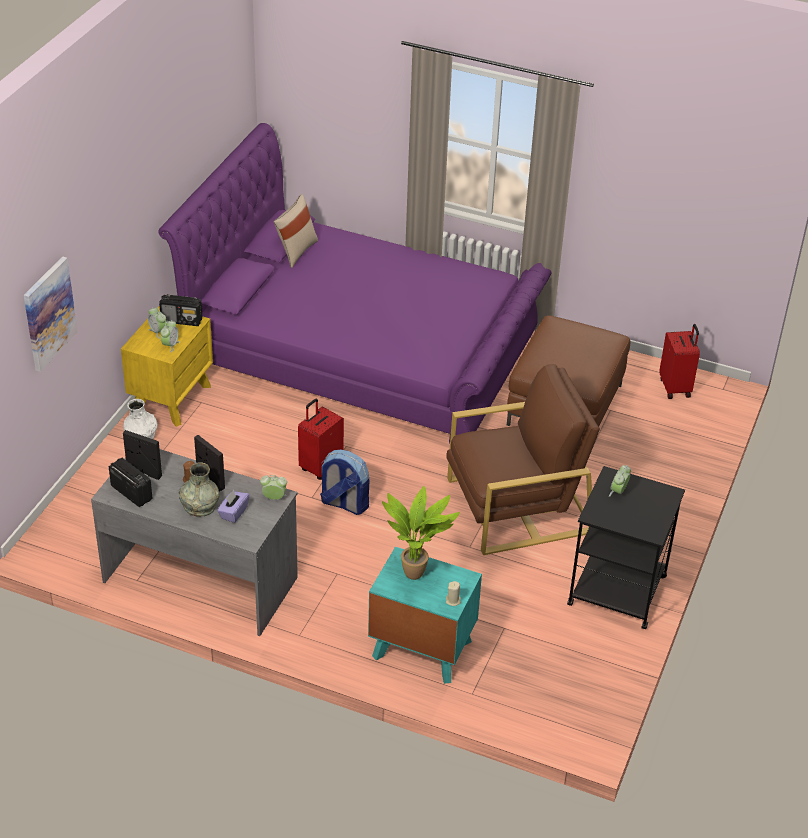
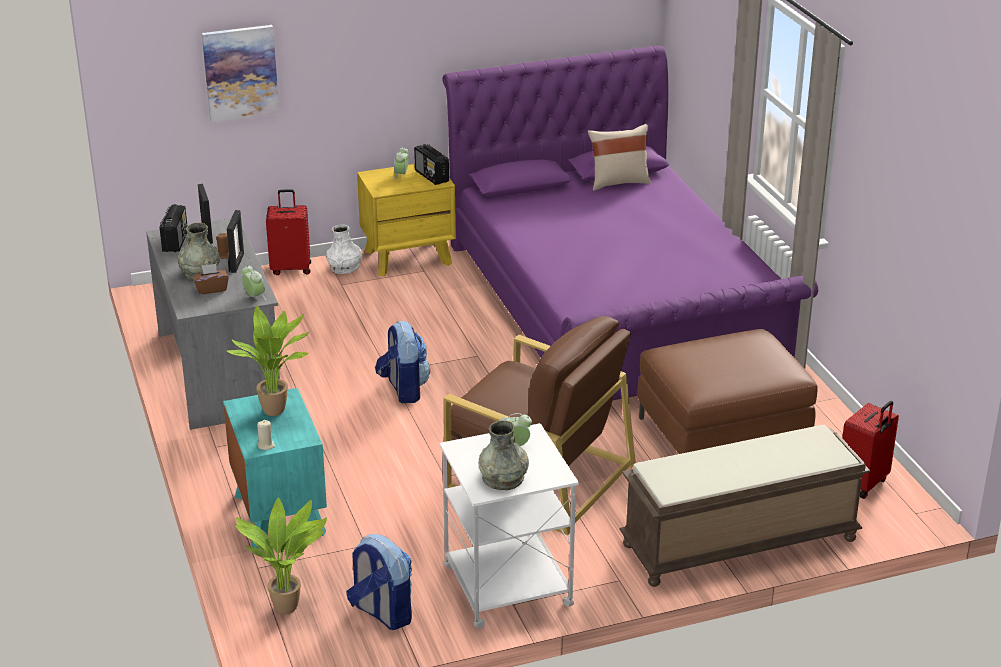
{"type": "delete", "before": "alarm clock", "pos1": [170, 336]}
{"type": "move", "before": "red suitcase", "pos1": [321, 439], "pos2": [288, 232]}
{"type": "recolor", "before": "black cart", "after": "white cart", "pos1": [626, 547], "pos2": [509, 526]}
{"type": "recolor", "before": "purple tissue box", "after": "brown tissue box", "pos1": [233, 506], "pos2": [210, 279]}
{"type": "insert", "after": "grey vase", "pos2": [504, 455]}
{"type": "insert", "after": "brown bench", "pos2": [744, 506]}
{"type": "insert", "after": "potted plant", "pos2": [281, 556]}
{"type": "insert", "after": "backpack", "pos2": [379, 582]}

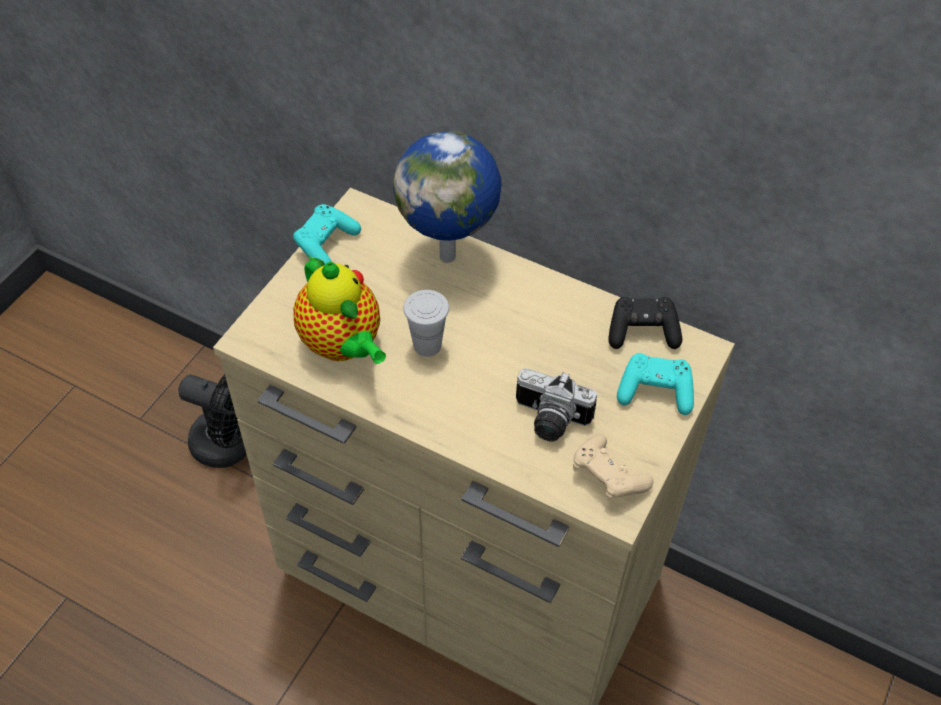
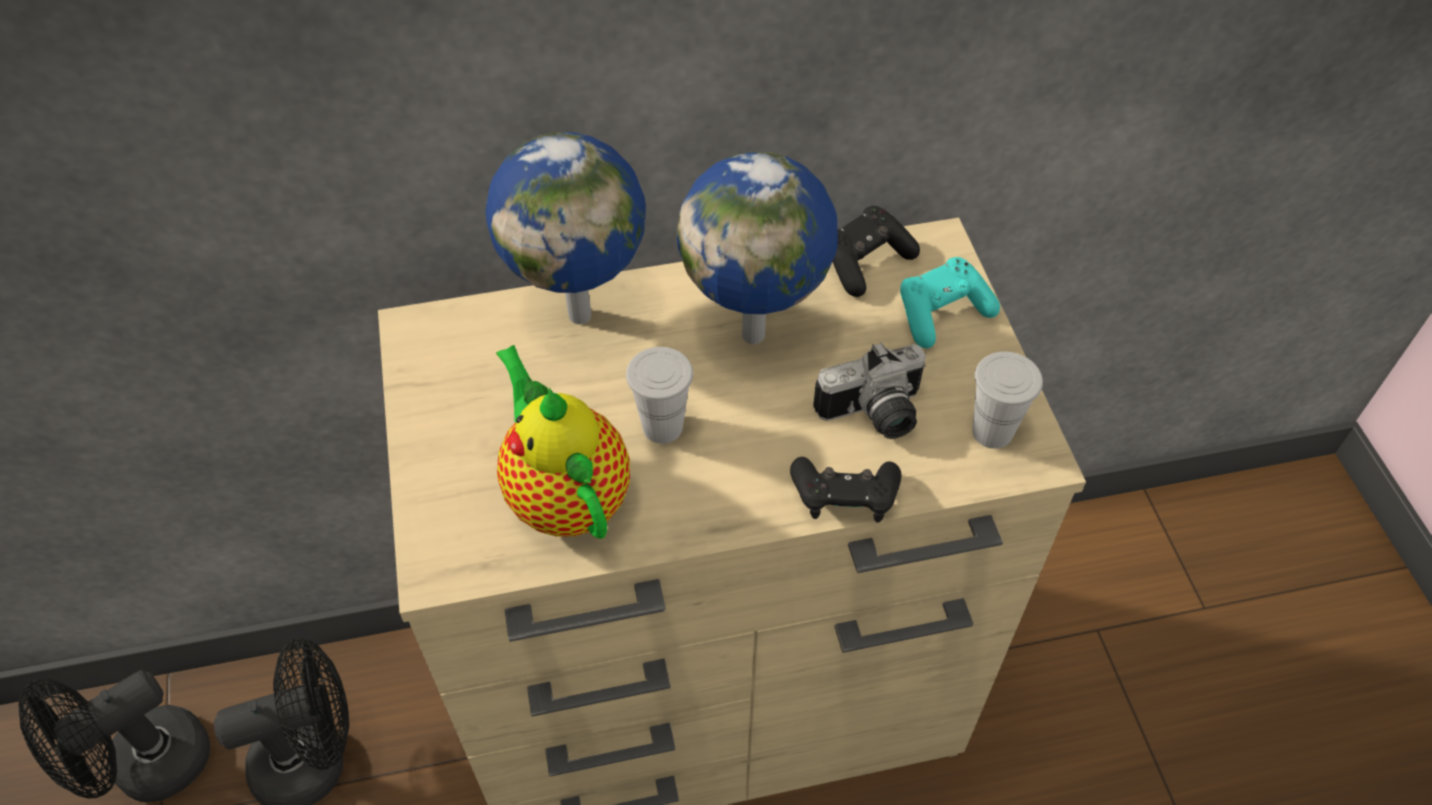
{"type": "delete", "before": "turquoise game controller", "pos1": [327, 234]}
{"type": "rotate", "before": "teapot", "pos1": [339, 309], "pos2": [563, 442], "turn": -135}
{"type": "replace", "before": "beige game controller", "after": "white cup", "pos1": [613, 467], "pos2": [1007, 400]}
{"type": "insert", "after": "globe", "pos2": [757, 247]}
{"type": "insert", "after": "black game controller", "pos2": [846, 490]}
{"type": "insert", "after": "black fan", "pos2": [114, 736]}

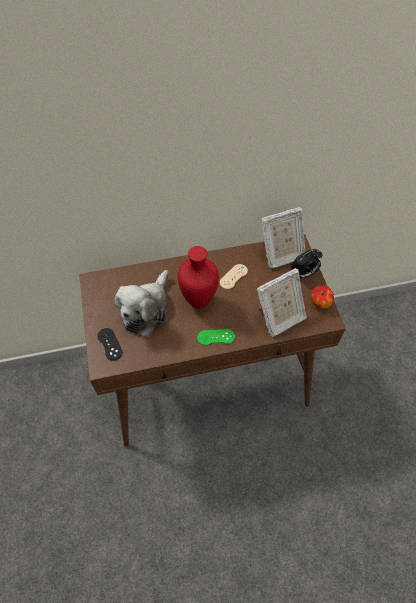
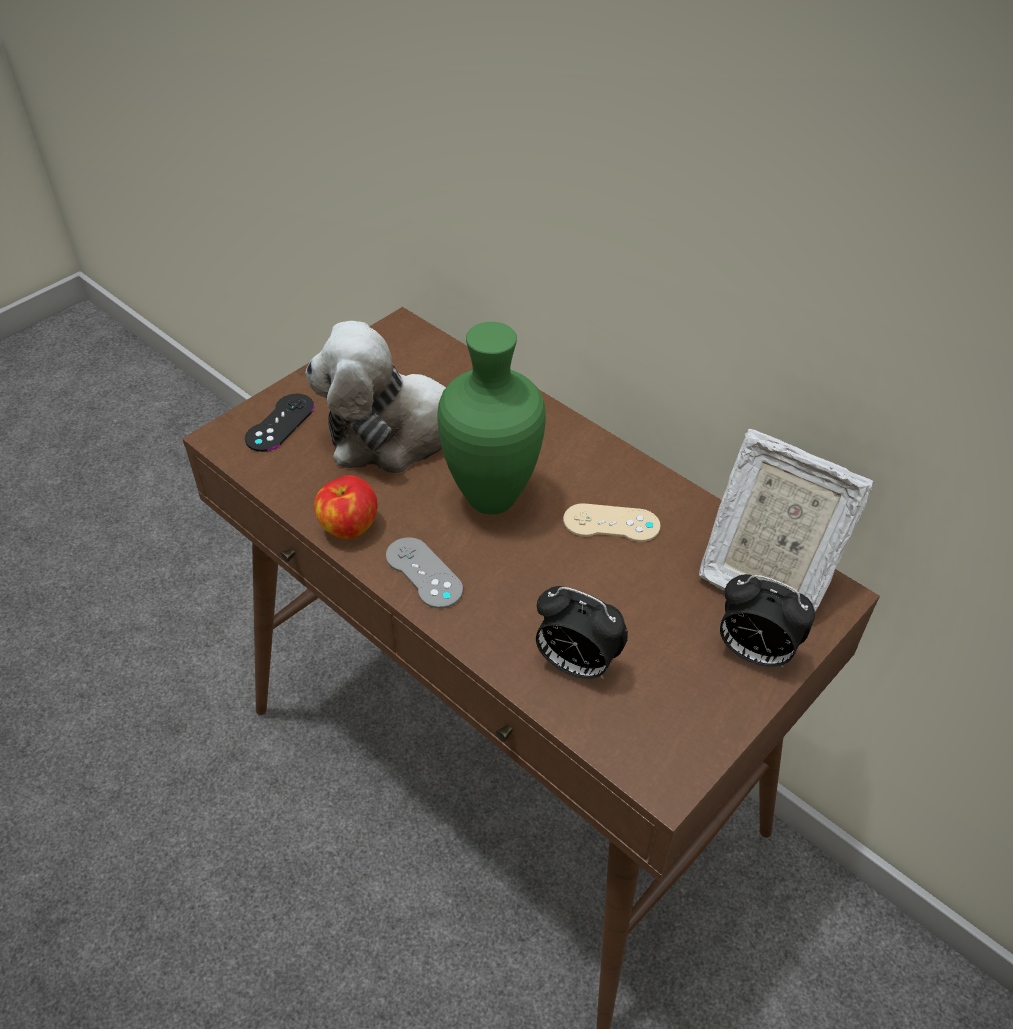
{"type": "recolor", "before": "red vase", "after": "green vase", "pos1": [198, 277], "pos2": [491, 418]}
{"type": "replace", "before": "picture frame", "after": "alarm clock", "pos1": [282, 302], "pos2": [582, 632]}
{"type": "move", "before": "apple", "pos1": [322, 297], "pos2": [346, 507]}
{"type": "recolor", "before": "green game controller", "after": "grey game controller", "pos1": [216, 337], "pos2": [424, 573]}

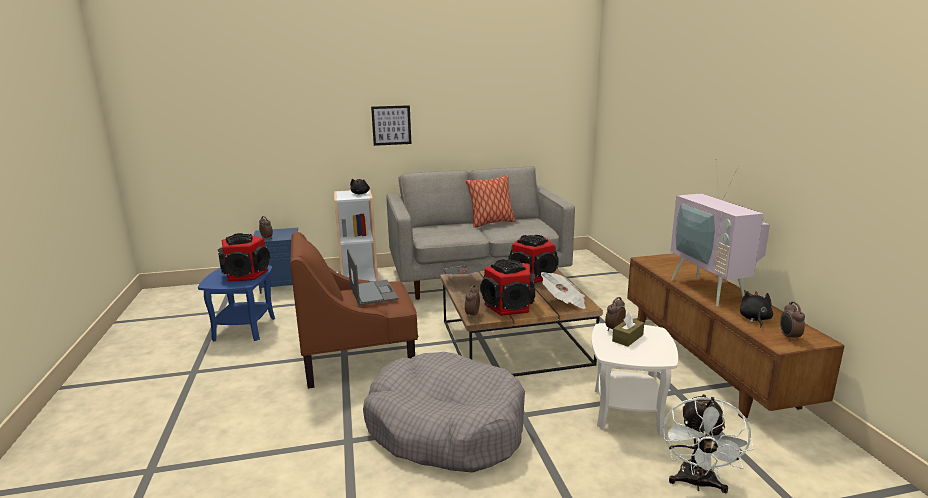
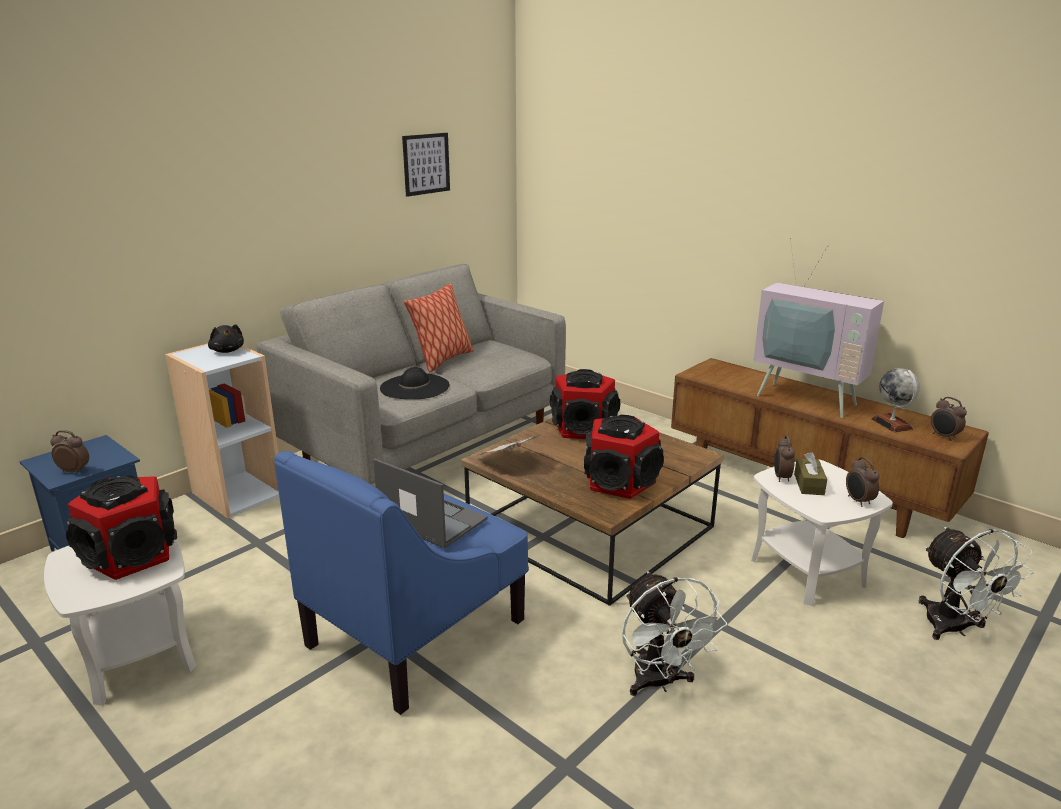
{"type": "move", "before": "picture", "pos1": [391, 125], "pos2": [426, 165]}
{"type": "recolor", "before": "brown armchair", "after": "blue armchair", "pos1": [354, 310], "pos2": [401, 583]}
{"type": "recolor", "before": "blue side table", "after": "white side table", "pos1": [236, 303], "pos2": [120, 623]}
{"type": "delete", "before": "newspaper", "pos1": [563, 290]}
{"type": "move", "before": "alarm clock", "pos1": [472, 301], "pos2": [862, 482]}
{"type": "replace", "before": "black plush toy", "after": "globe", "pos1": [756, 309], "pos2": [895, 400]}
{"type": "replace", "before": "grey dog bed", "after": "white fan", "pos1": [444, 412], "pos2": [674, 633]}
{"type": "insert", "after": "black hat", "pos2": [415, 383]}

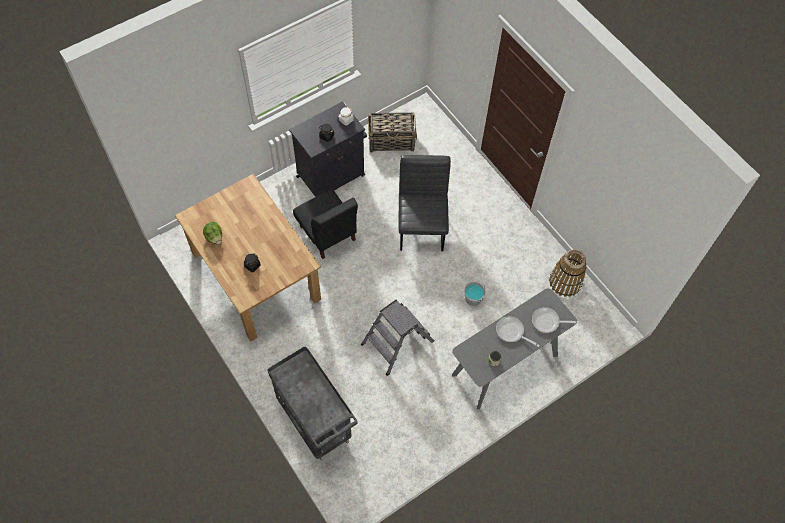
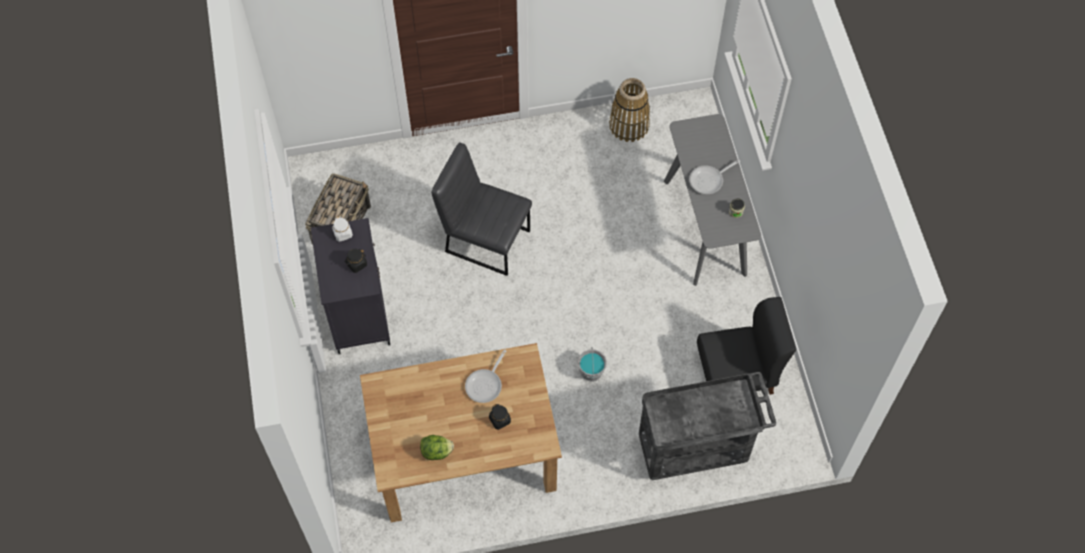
{"type": "move", "before": "black chair", "pos1": [325, 224], "pos2": [746, 346]}
{"type": "move", "before": "grey bucket", "pos1": [475, 294], "pos2": [592, 365]}
{"type": "delete", "before": "grey step ladder", "pos1": [398, 337]}
{"type": "move", "before": "frying pan", "pos1": [556, 320], "pos2": [485, 376]}

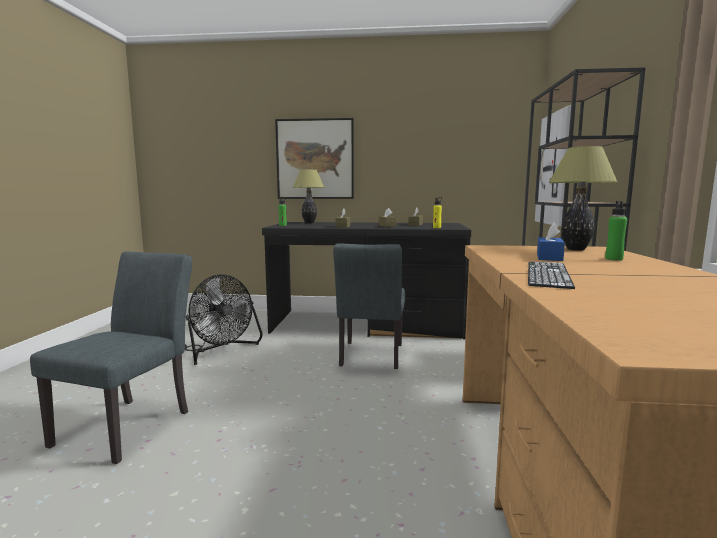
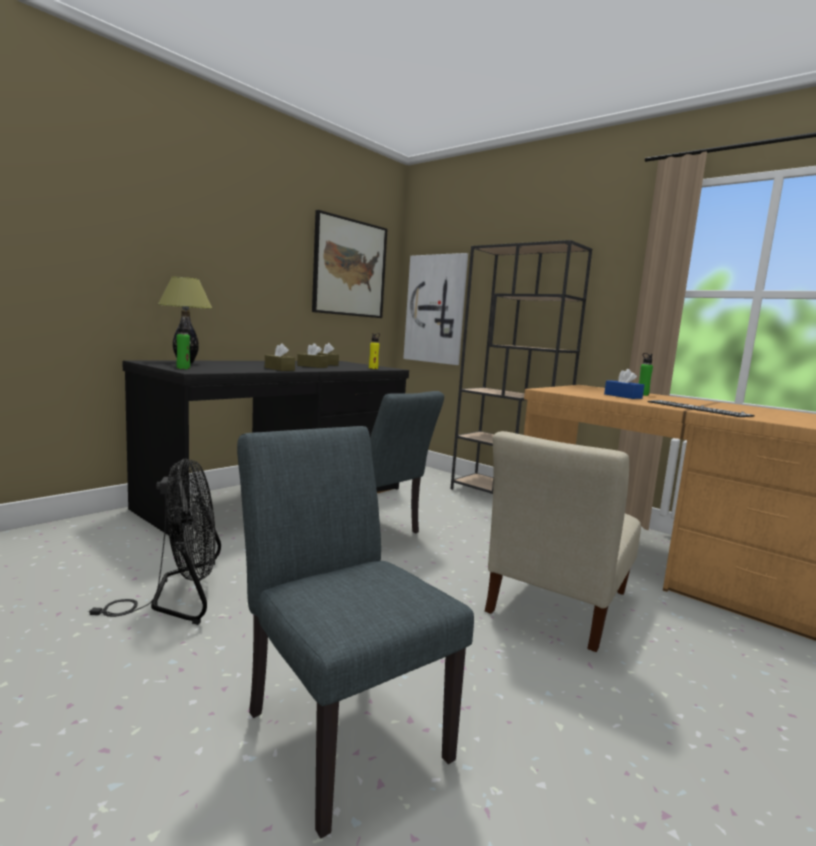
{"type": "move", "before": "picture", "pos1": [314, 158], "pos2": [349, 264]}
{"type": "delete", "before": "table lamp", "pos1": [583, 198]}
{"type": "insert", "after": "beige chair", "pos2": [563, 541]}

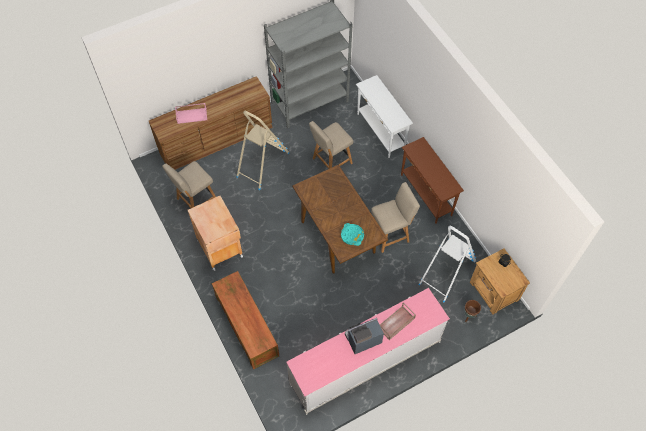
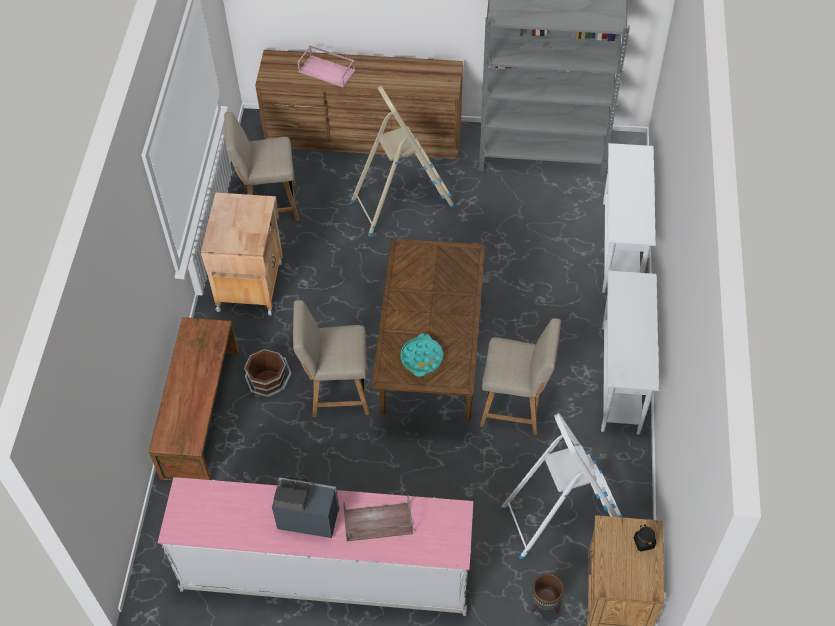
{"type": "move", "before": "beige chair", "pos1": [331, 145], "pos2": [331, 358]}
{"type": "recolor", "before": "brown console table", "after": "white console table", "pos1": [432, 180], "pos2": [630, 353]}
{"type": "insert", "after": "brown bucket", "pos2": [267, 373]}

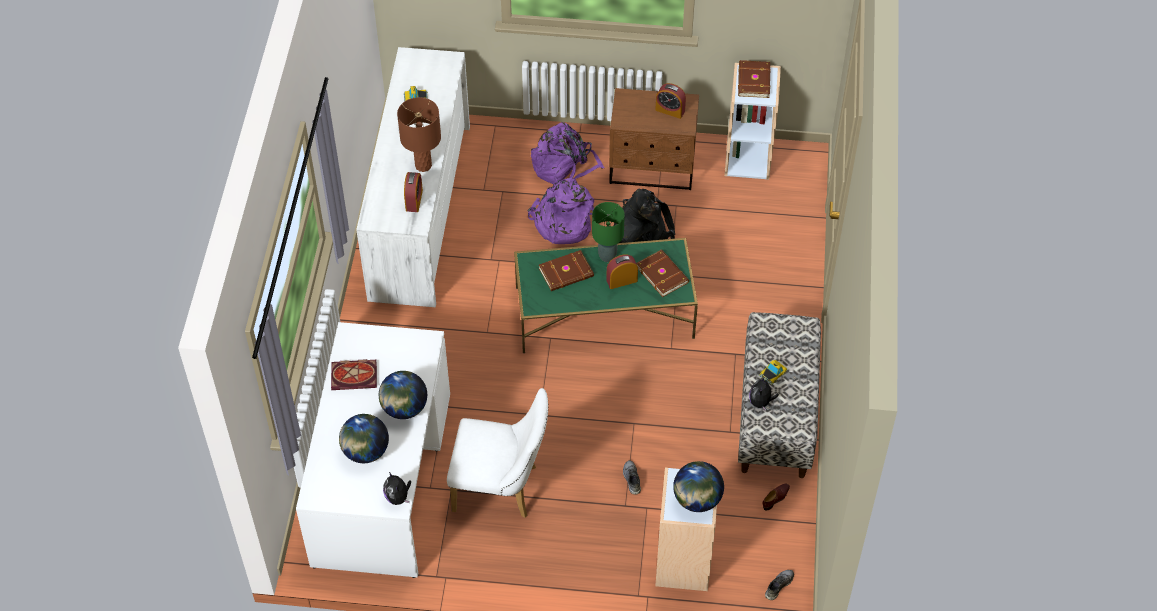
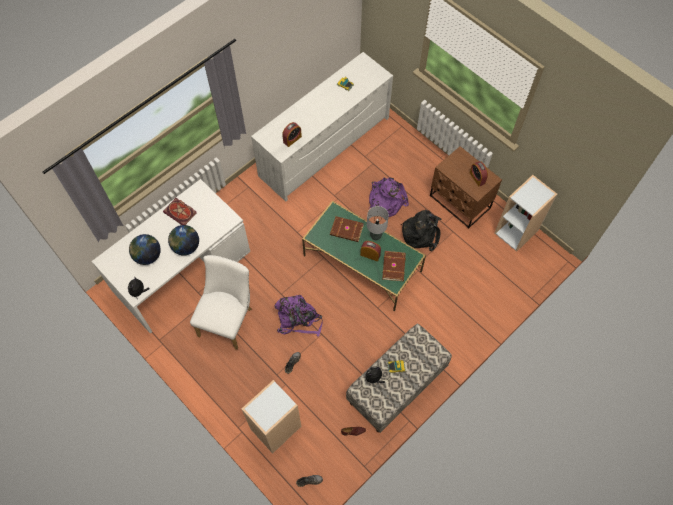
{"type": "delete", "before": "brown book", "pos1": [754, 79]}
{"type": "delete", "before": "brown table lamp", "pos1": [419, 134]}
{"type": "move", "before": "purple backpack", "pos1": [568, 153], "pos2": [298, 316]}
{"type": "recolor", "before": "green table lamp", "after": "grey table lamp", "pos1": [608, 232], "pos2": [378, 223]}
{"type": "rotate", "before": "white chair", "pos1": [497, 453], "pos2": [220, 302], "turn": -120}
{"type": "delete", "before": "globe", "pos1": [698, 486]}

